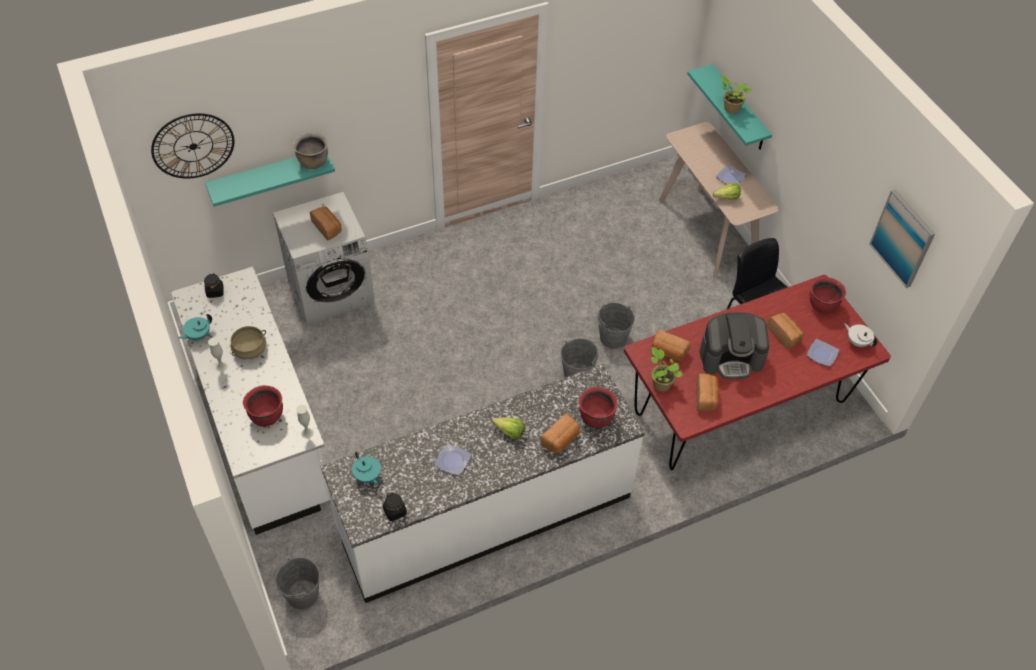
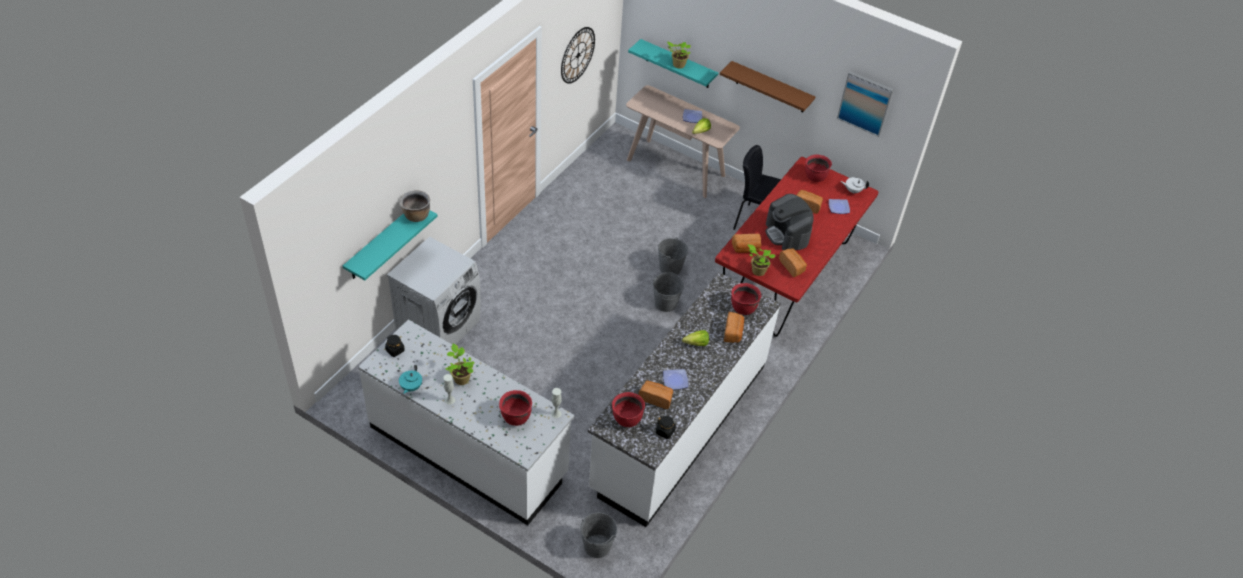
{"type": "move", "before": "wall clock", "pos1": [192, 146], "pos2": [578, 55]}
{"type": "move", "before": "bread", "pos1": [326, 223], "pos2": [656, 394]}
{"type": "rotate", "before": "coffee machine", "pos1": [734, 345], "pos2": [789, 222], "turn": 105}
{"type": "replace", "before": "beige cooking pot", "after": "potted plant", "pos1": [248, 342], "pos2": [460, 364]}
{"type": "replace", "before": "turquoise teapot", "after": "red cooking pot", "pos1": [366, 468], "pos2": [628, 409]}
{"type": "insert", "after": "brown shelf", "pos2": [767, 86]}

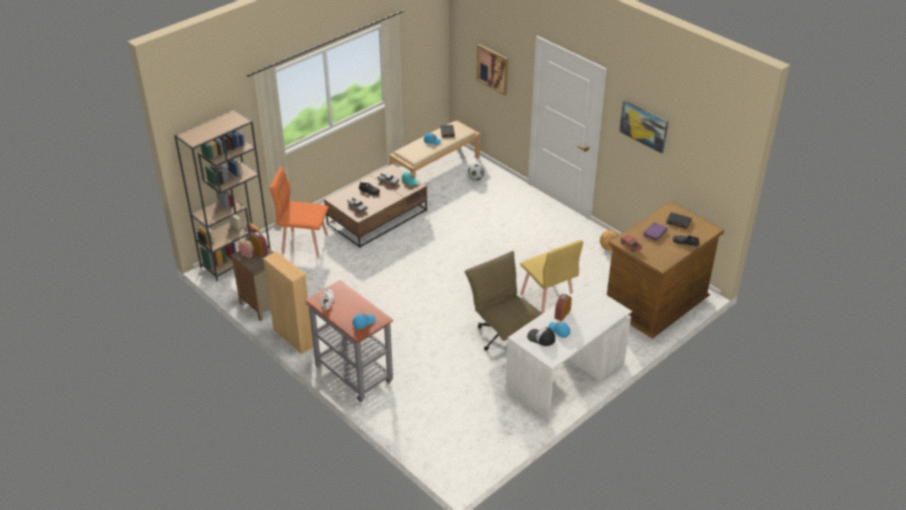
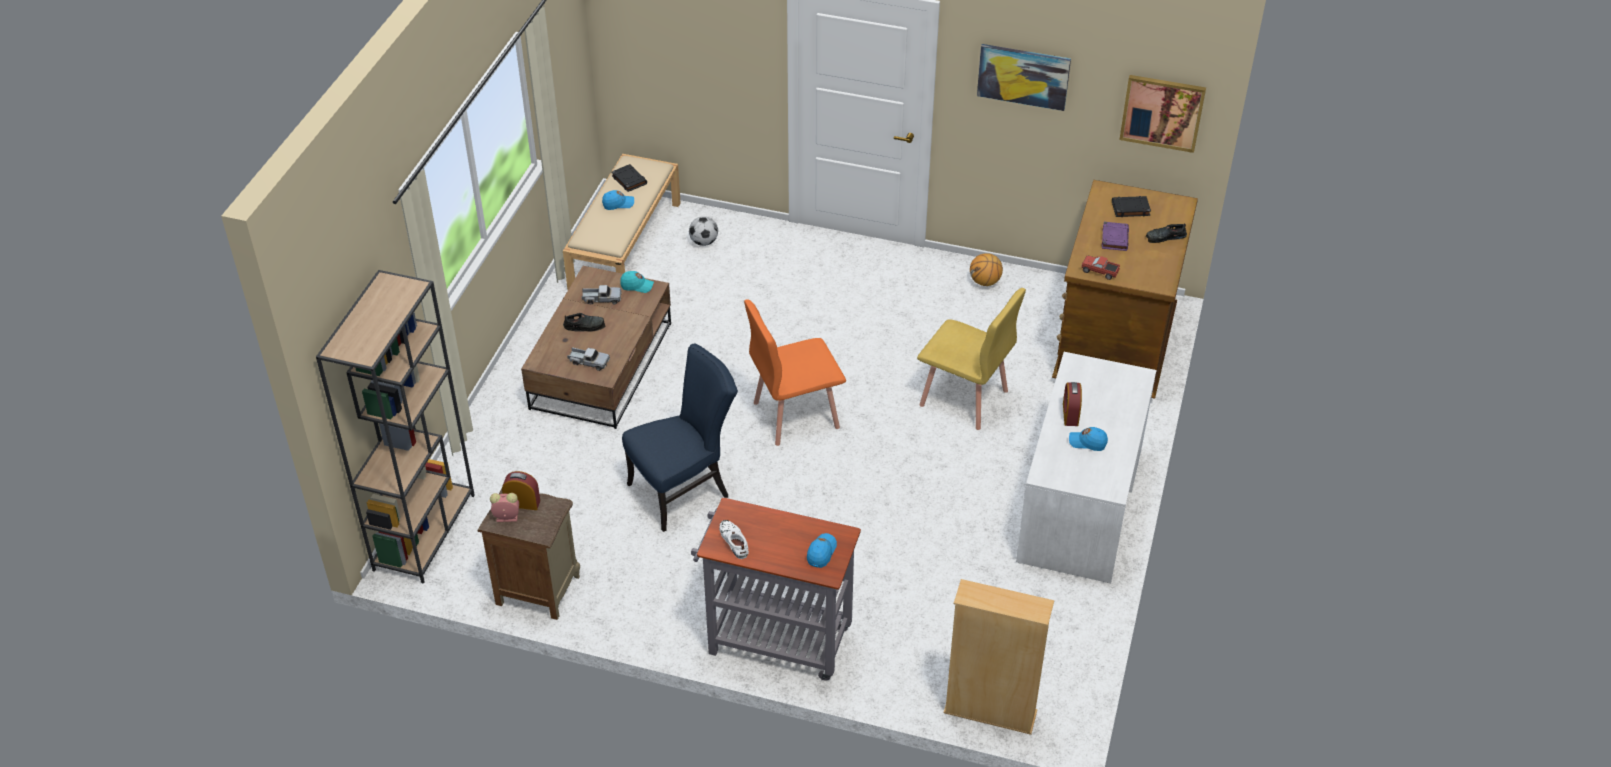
{"type": "move", "before": "picture", "pos1": [492, 69], "pos2": [1162, 114]}
{"type": "move", "before": "orange chair", "pos1": [299, 212], "pos2": [795, 372]}
{"type": "move", "before": "beige bookcase", "pos1": [288, 302], "pos2": [999, 657]}
{"type": "delete", "before": "beige office chair", "pos1": [503, 301]}
{"type": "delete", "before": "cap", "pos1": [541, 336]}
{"type": "insert", "after": "blue chair", "pos2": [680, 438]}

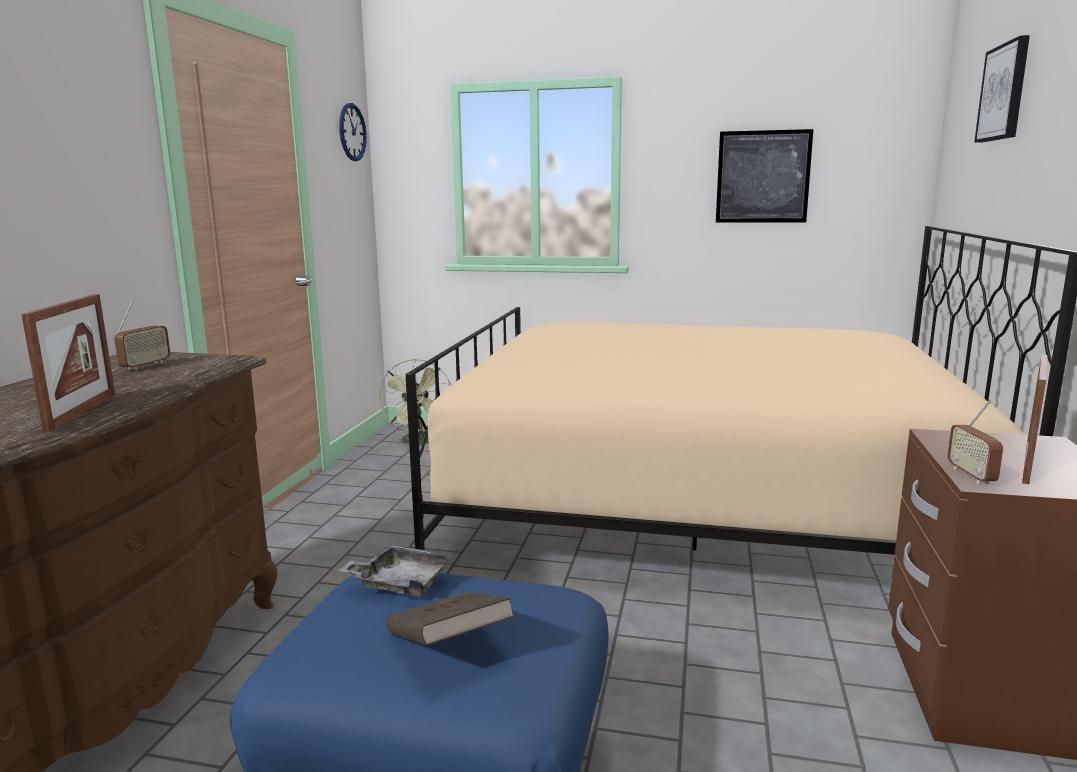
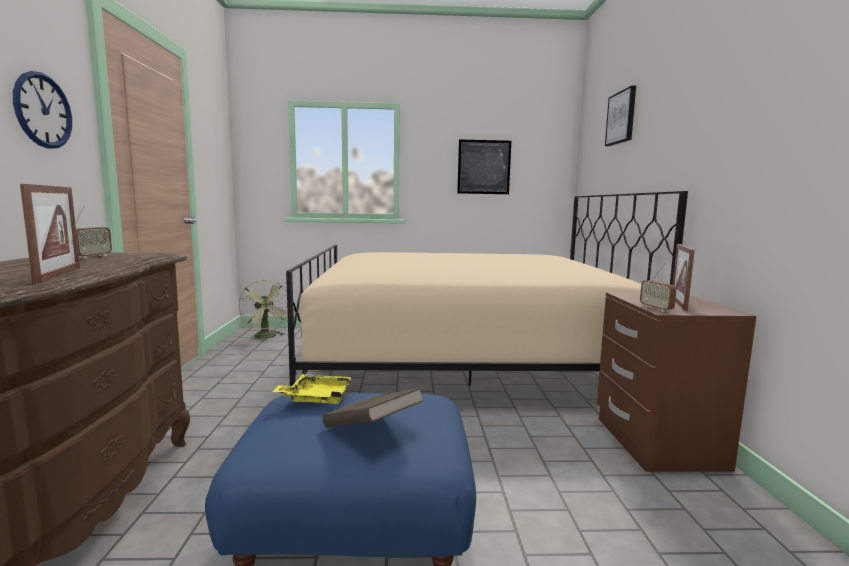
{"type": "move", "before": "wall clock", "pos1": [353, 132], "pos2": [42, 110]}
{"type": "recolor", "before": "grey tray", "after": "yellow tray", "pos1": [395, 570], "pos2": [312, 389]}

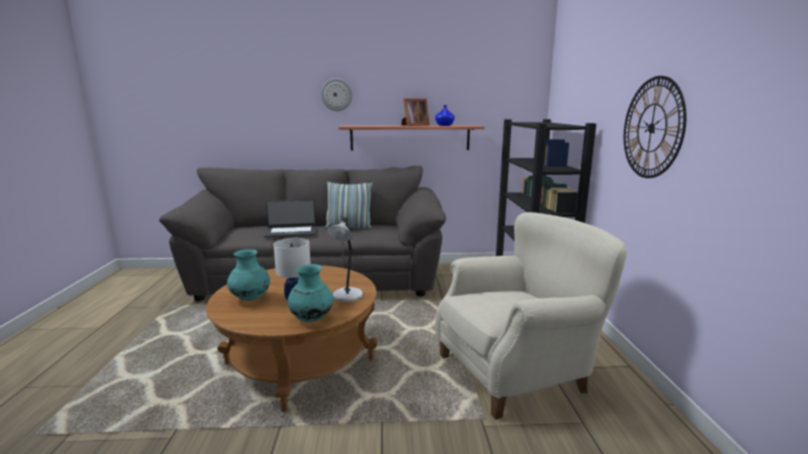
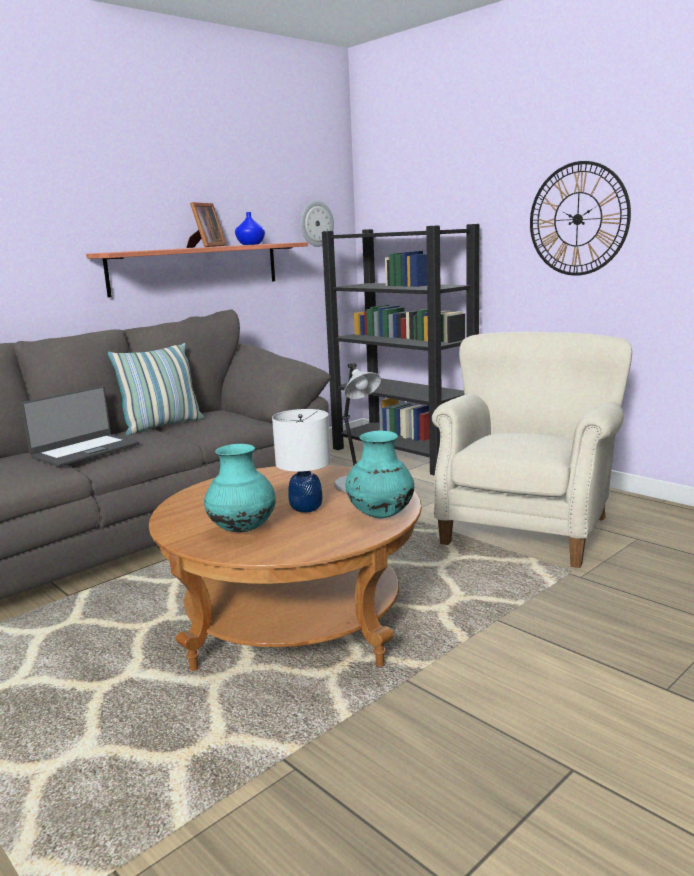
{"type": "move", "before": "wall clock", "pos1": [337, 94], "pos2": [317, 224]}

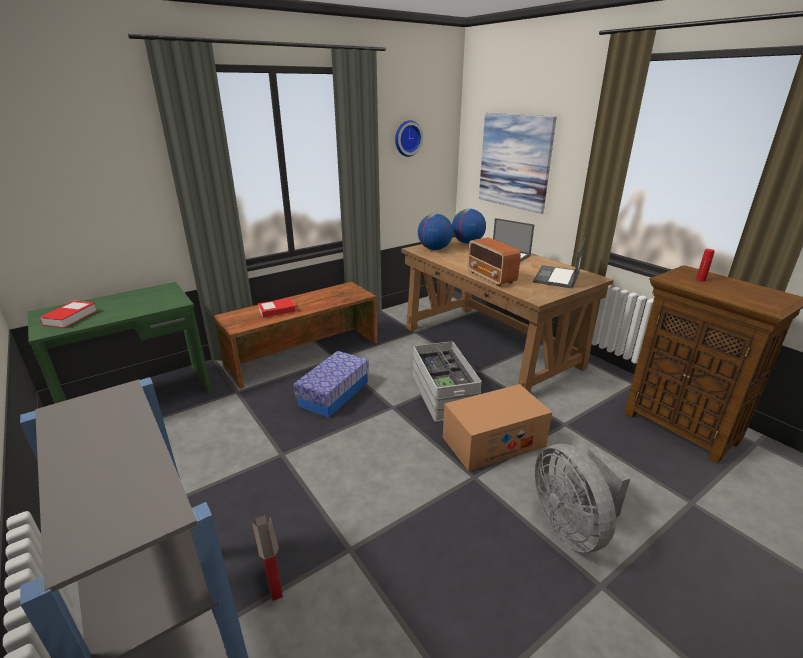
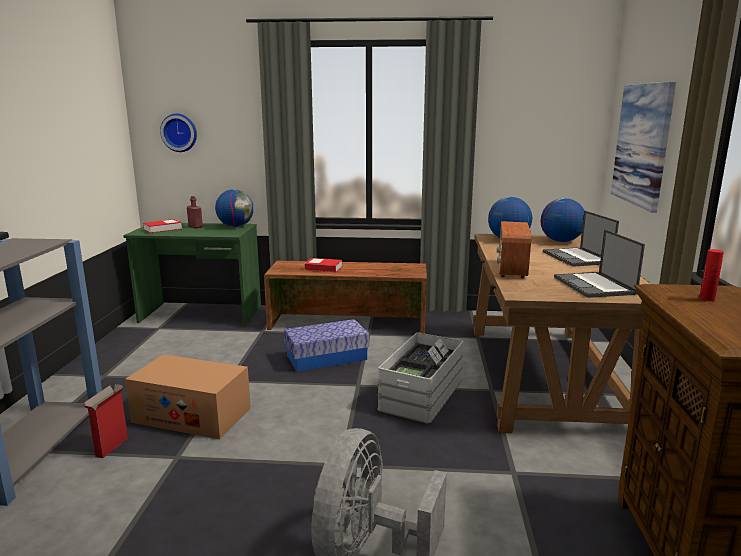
{"type": "move", "before": "wall clock", "pos1": [409, 138], "pos2": [178, 133]}
{"type": "rotate", "before": "laptop", "pos1": [559, 264], "pos2": [599, 263], "turn": -75}
{"type": "move", "before": "cardboard box", "pos1": [497, 428], "pos2": [188, 396]}
{"type": "insert", "after": "globe", "pos2": [234, 208]}
{"type": "insert", "after": "red bottle", "pos2": [195, 212]}

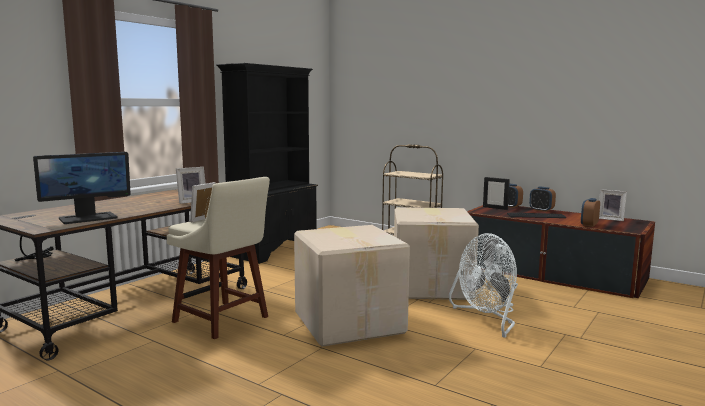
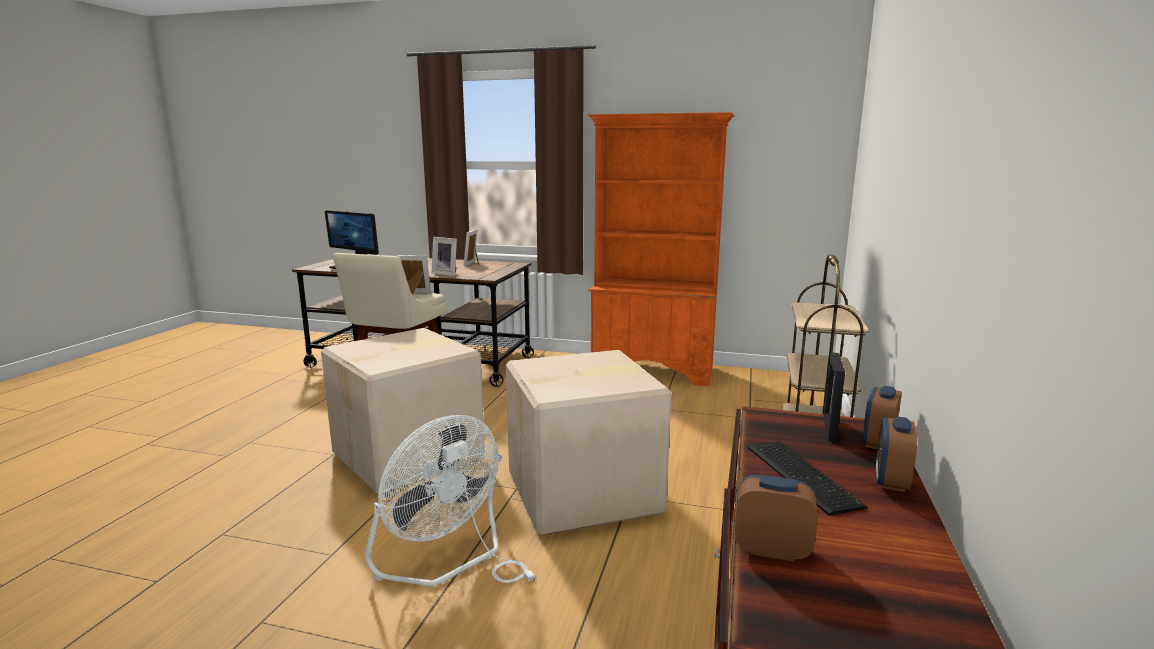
{"type": "recolor", "before": "black bookcase", "after": "orange bookcase", "pos1": [267, 163], "pos2": [661, 249]}
{"type": "move", "before": "picture frame", "pos1": [613, 205], "pos2": [471, 247]}

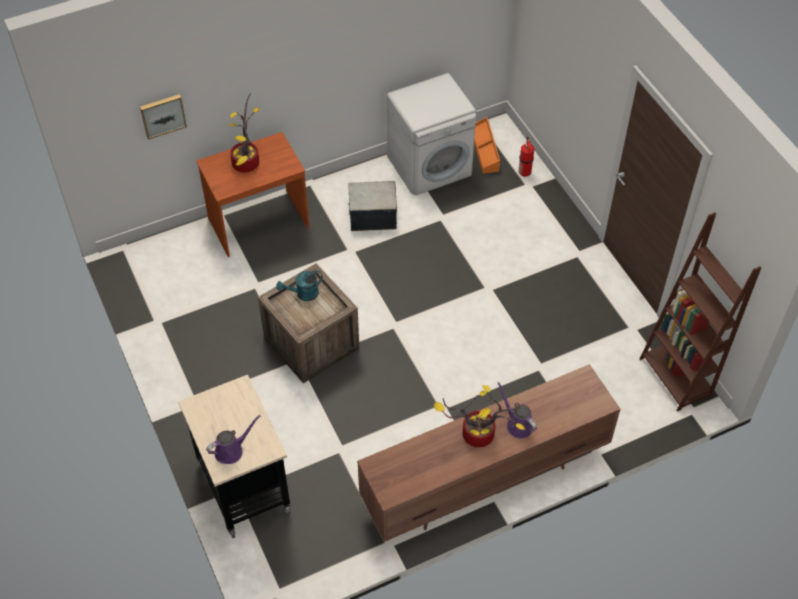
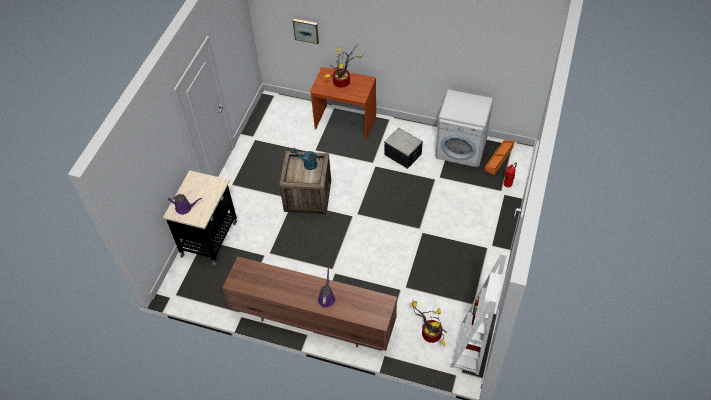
{"type": "recolor", "before": "brown bookcase", "after": "white bookcase", "pos1": [701, 312], "pos2": [478, 314]}
{"type": "move", "before": "potted plant", "pos1": [479, 416], "pos2": [429, 323]}

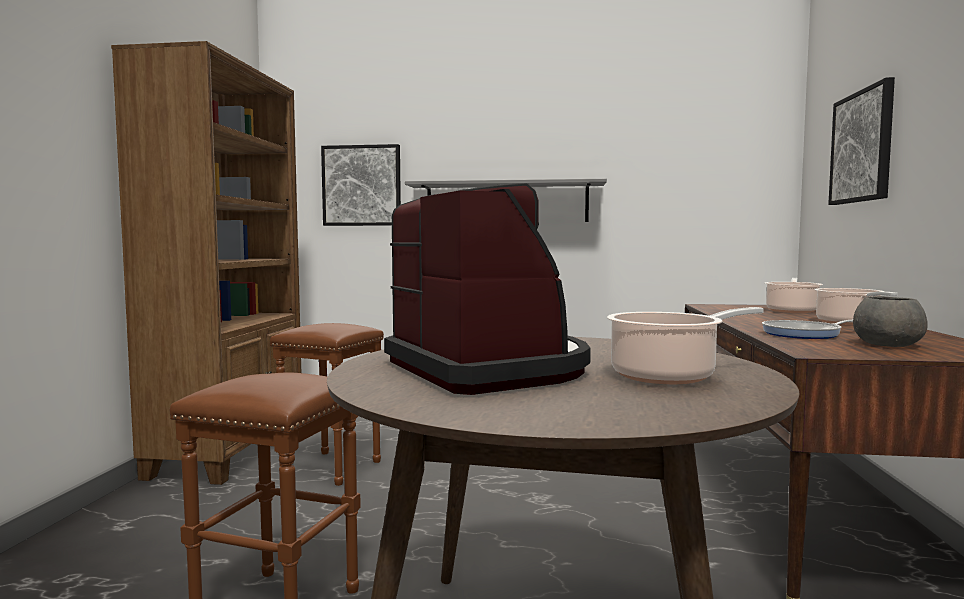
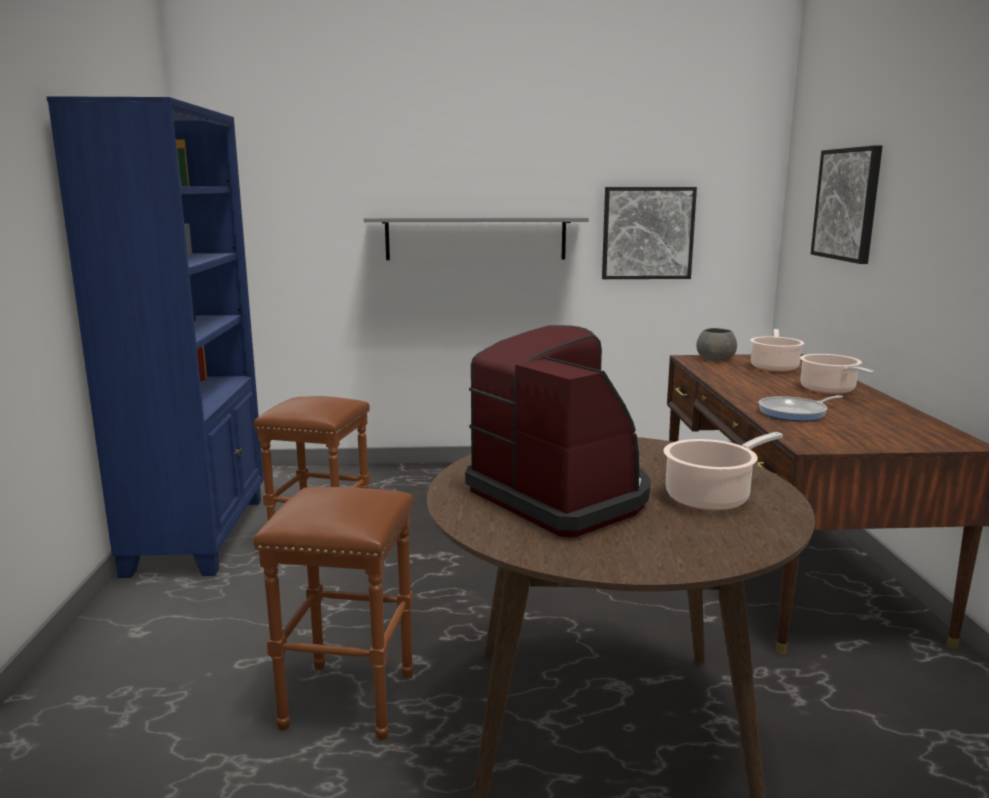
{"type": "recolor", "before": "brown bookcase", "after": "blue bookcase", "pos1": [206, 263], "pos2": [155, 337]}
{"type": "move", "before": "picture", "pos1": [361, 185], "pos2": [649, 233]}
{"type": "move", "before": "grey bowl", "pos1": [890, 321], "pos2": [716, 344]}

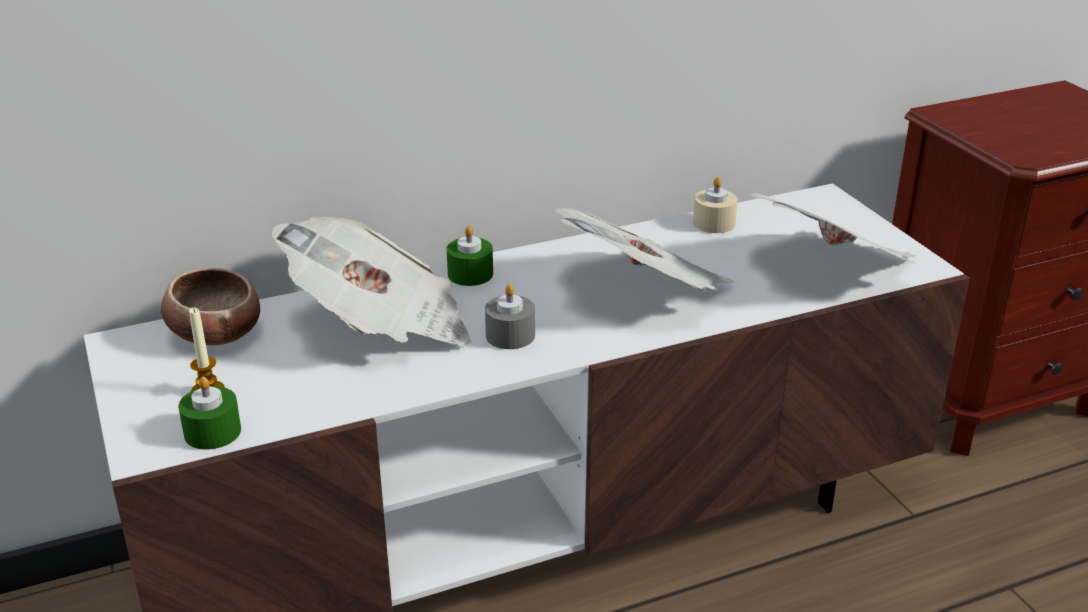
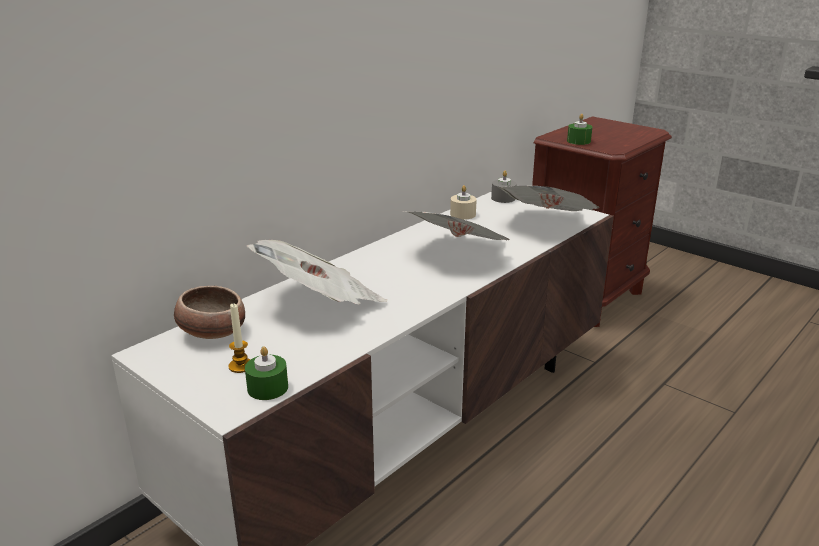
{"type": "move", "before": "green candle", "pos1": [470, 255], "pos2": [579, 129]}
{"type": "move", "before": "grey candle", "pos1": [510, 316], "pos2": [504, 187]}

